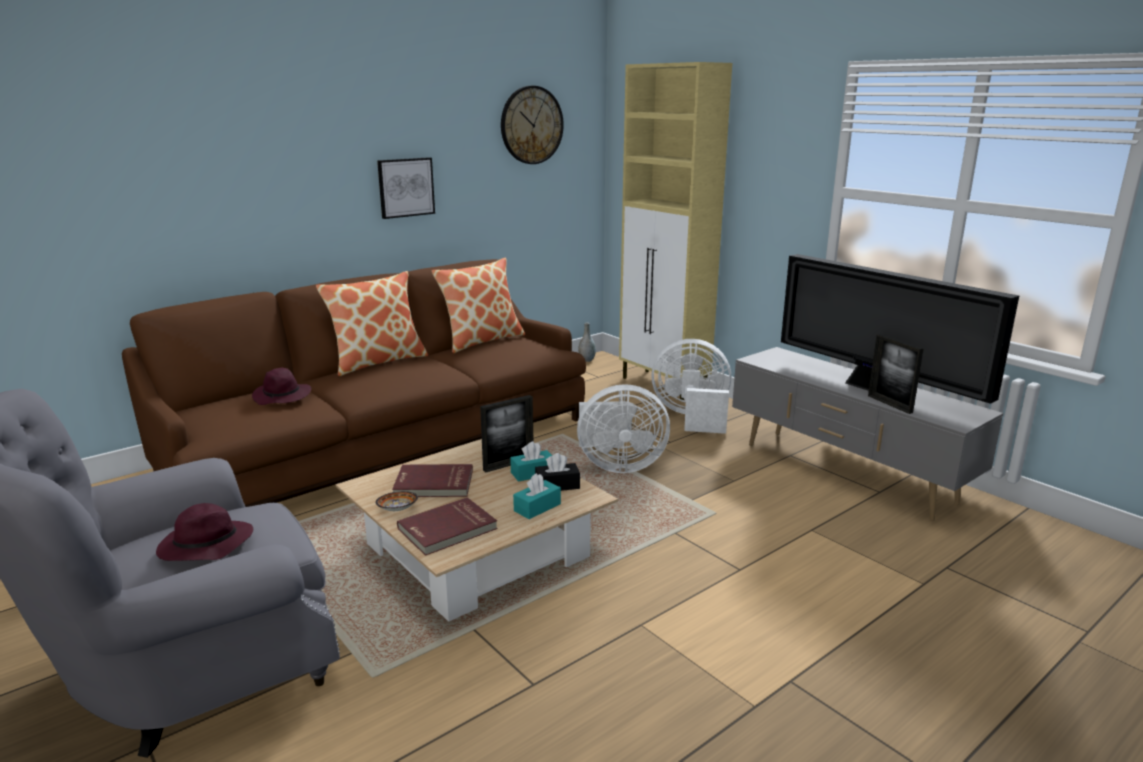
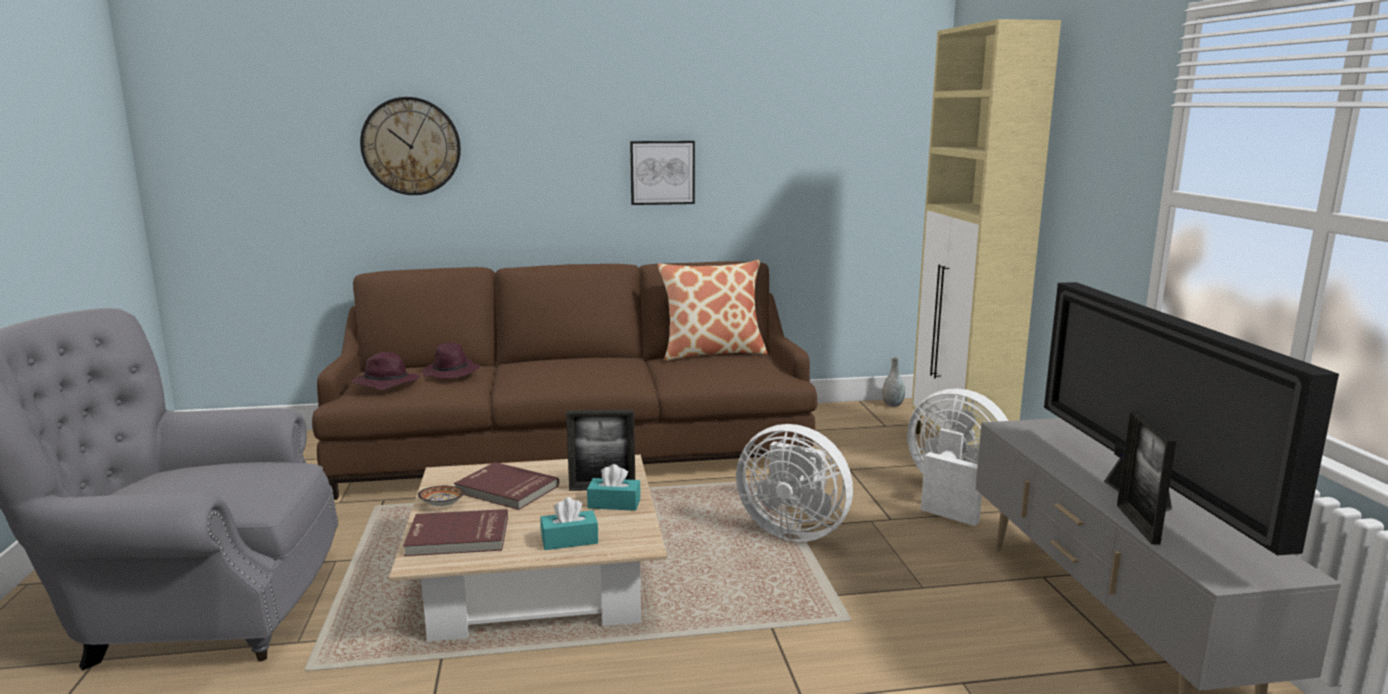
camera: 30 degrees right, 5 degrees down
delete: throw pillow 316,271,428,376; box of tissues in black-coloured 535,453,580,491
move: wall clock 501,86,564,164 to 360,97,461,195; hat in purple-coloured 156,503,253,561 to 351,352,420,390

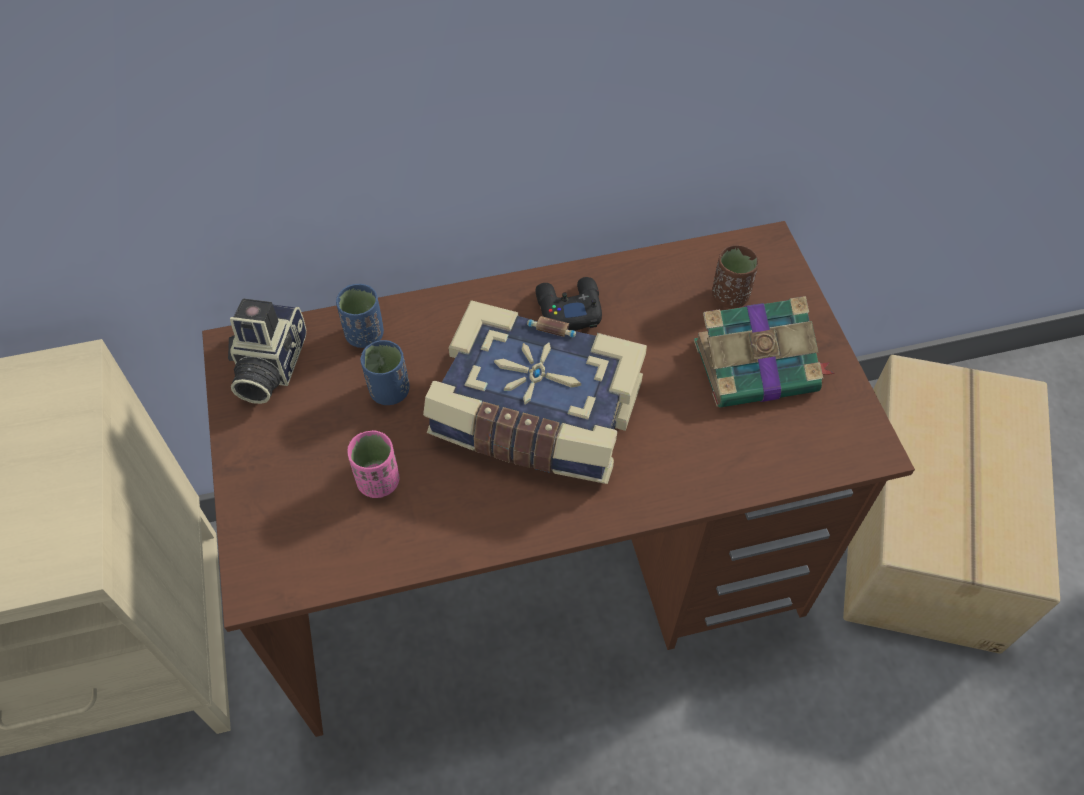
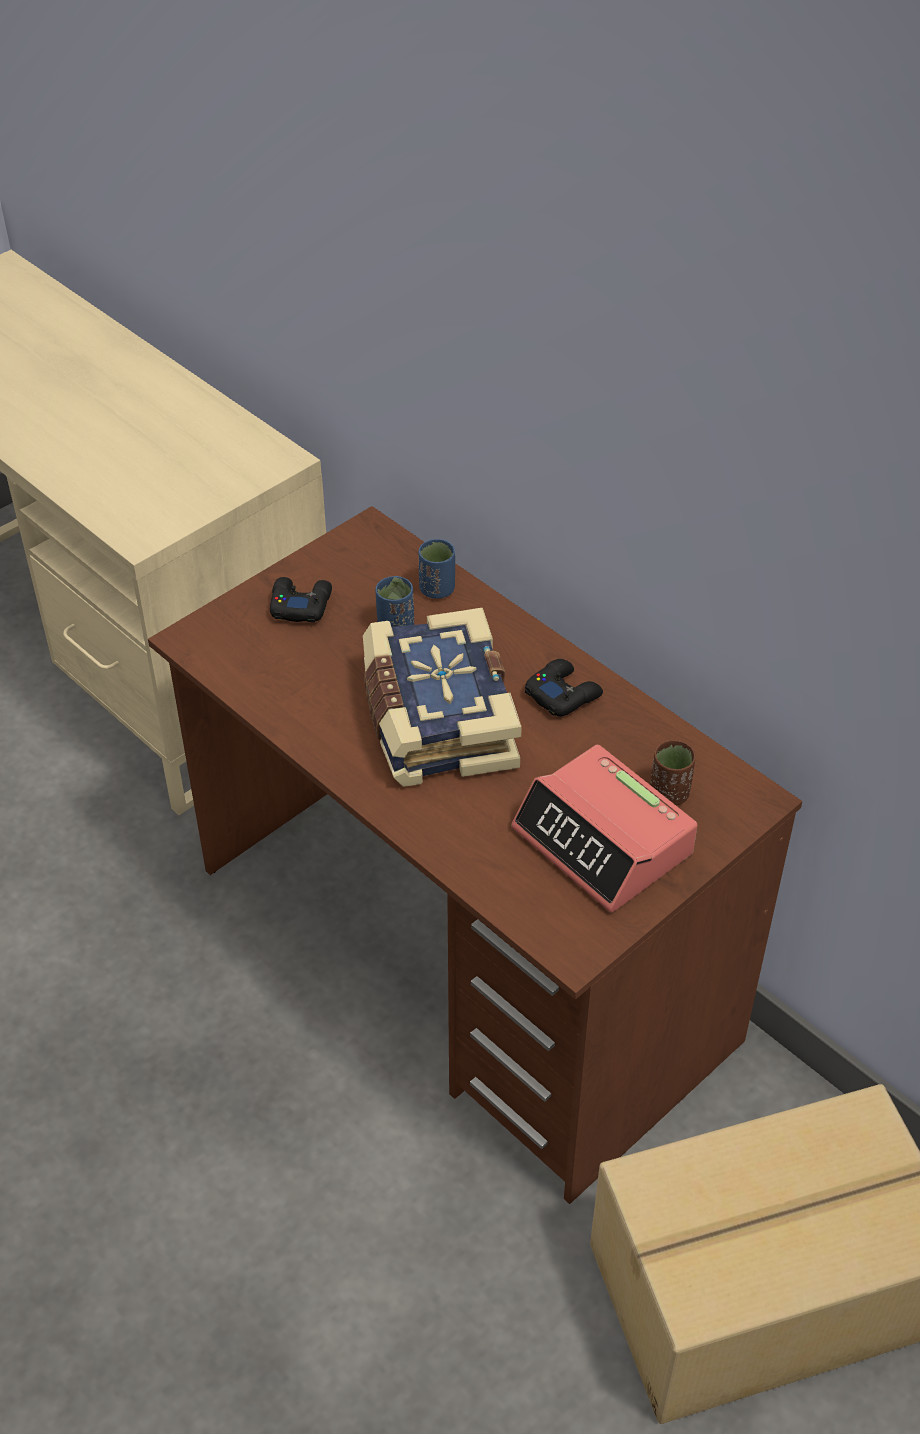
camera: 60 degrees right, 10 degrees down
delete: photo camera 228,298,306,404; small cup in pink-coloured 347,430,399,498
insert: gamepad in black-coloured 270,577,332,622
replace: volume 694,296,835,408 to table clock 511,745,697,912

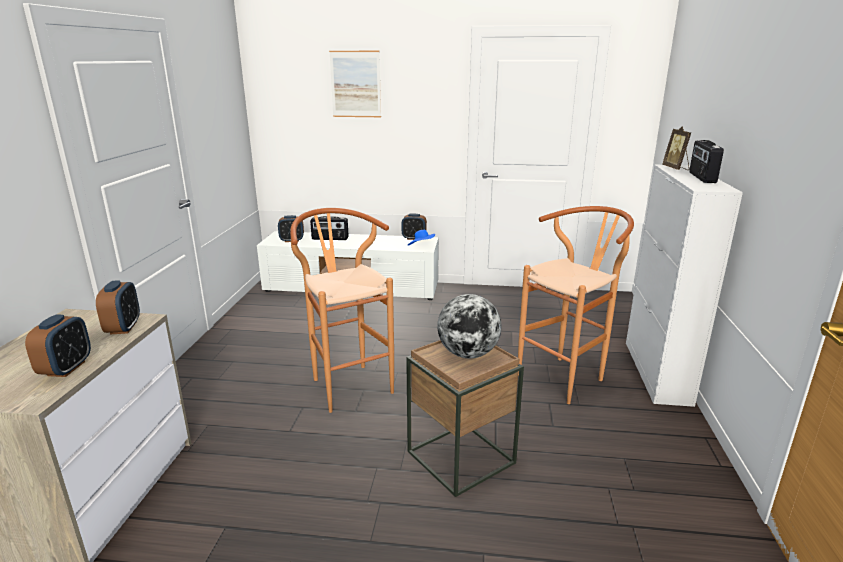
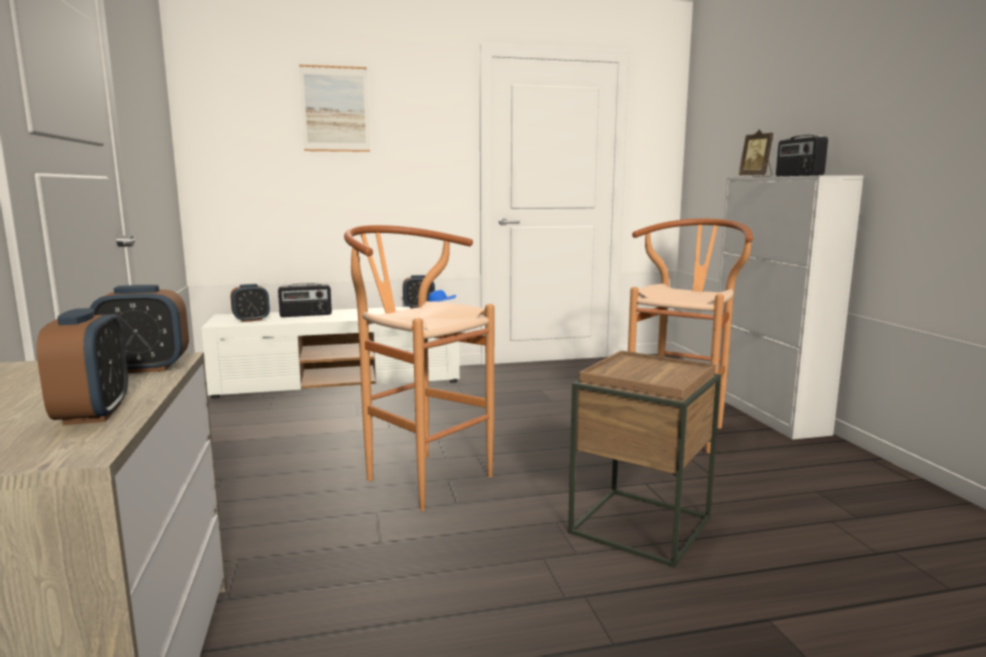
camera: 20 degrees left, 10 degrees down
delete: desk globe 437,294,502,358
rotate: table clock 96,280,140,334 = 90,285,189,373 105 degrees clockwise

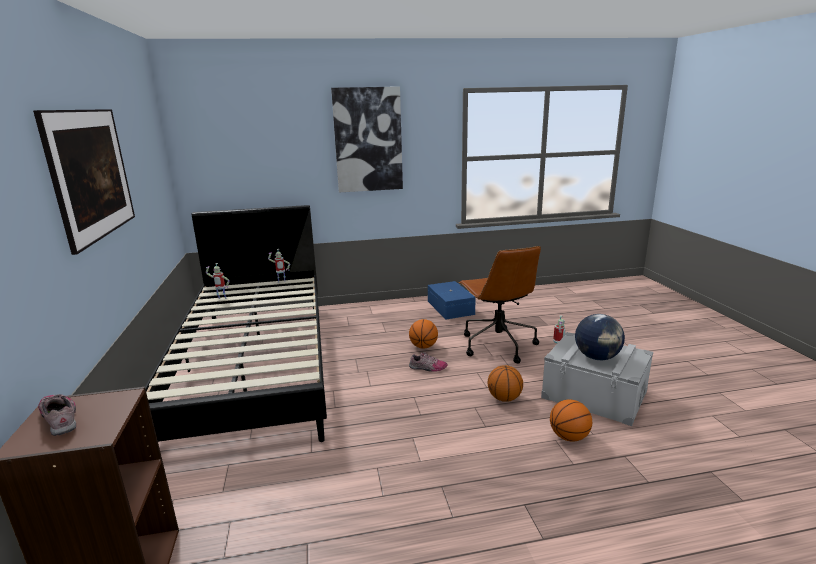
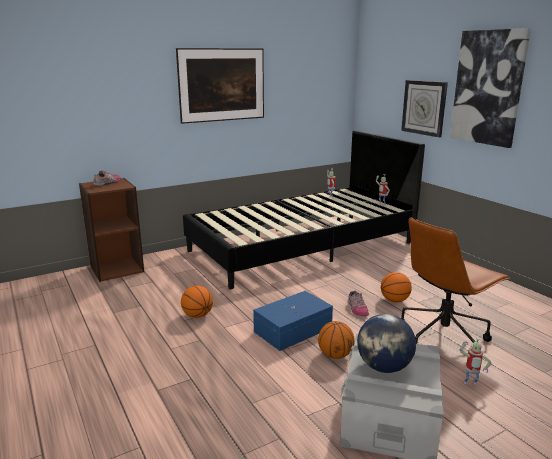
camera: 70 degrees right, 0 degrees up
insert: wall clock 401,80,448,138
move: storage box in bluish 428,281,476,319 to 253,291,333,351; basketball 550,399,592,442 to 181,286,213,318

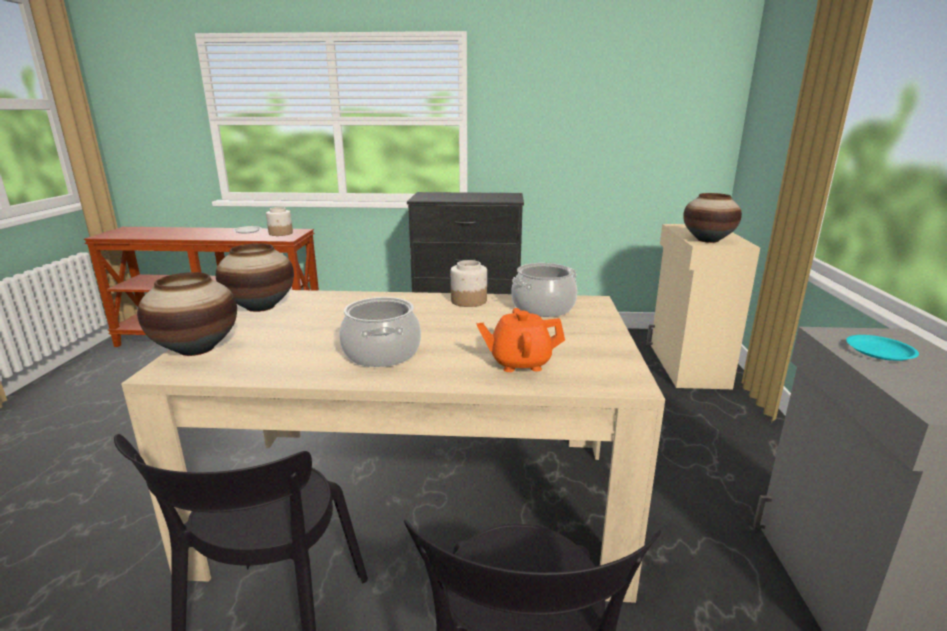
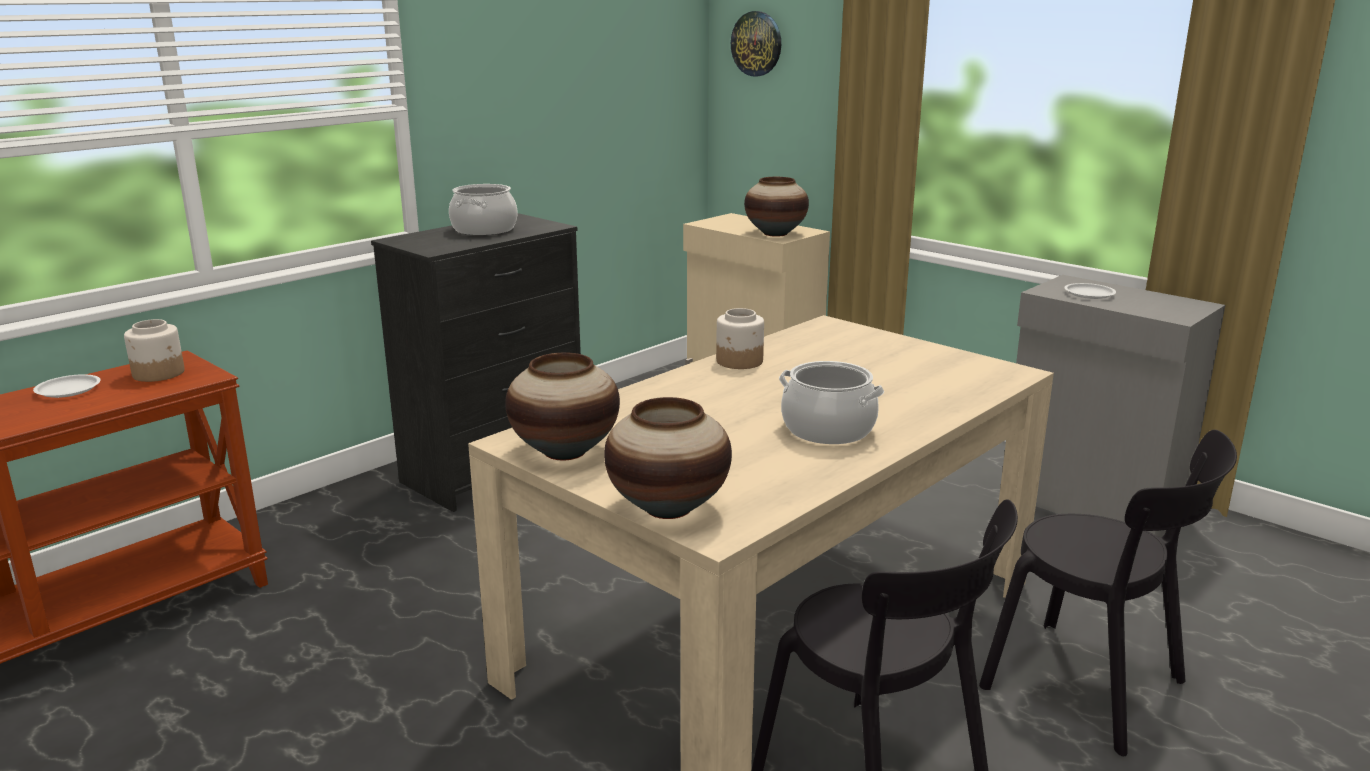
camera: 50 degrees left, 0 degrees up
delete: teapot in orangey 477,308,565,372
insert: wall clock 731,11,781,77
move: saucepot 511,263,577,317 to 449,184,517,235
recolor: dinner plate in blue-green 846,335,919,361 to dinner plate in whitish 1064,283,1116,299

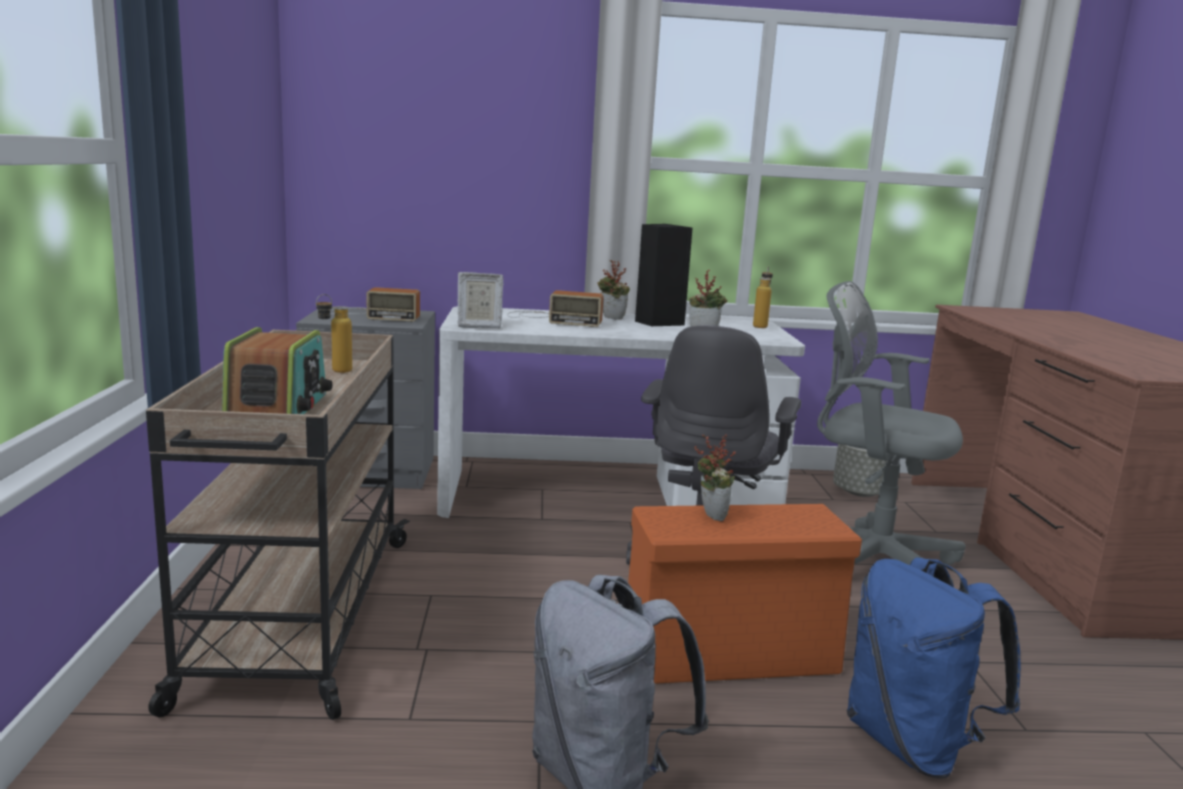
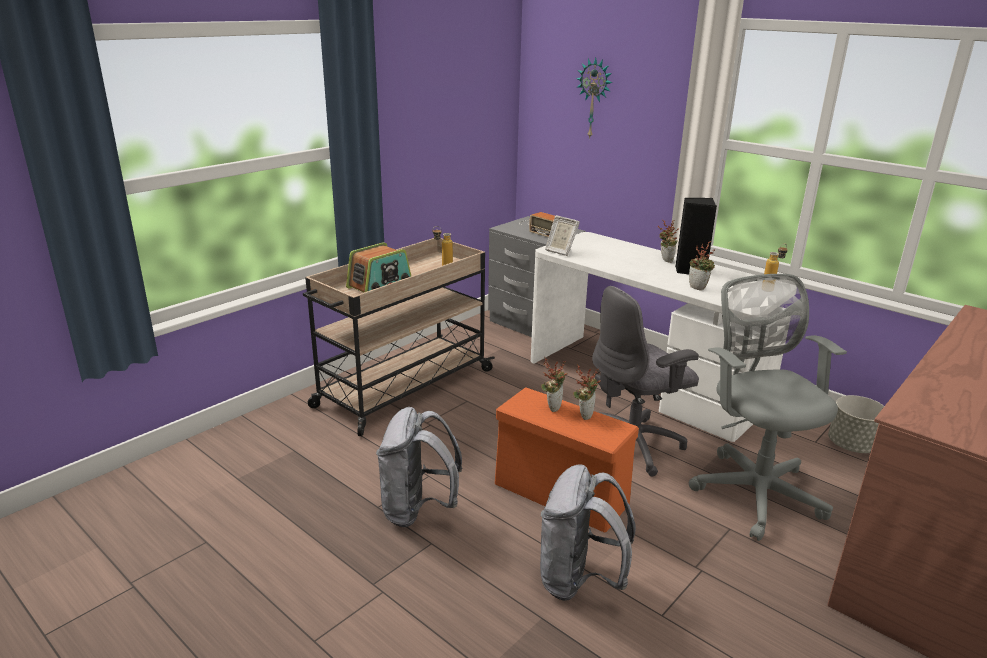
camera: 45 degrees right, 10 degrees up
delete: radio receiver 507,290,604,327
insert: wall clock 576,57,613,139; potted plant 573,364,601,420
recolor: rucksack in bluish 846,557,1021,779 to rucksack in gray 540,464,636,601

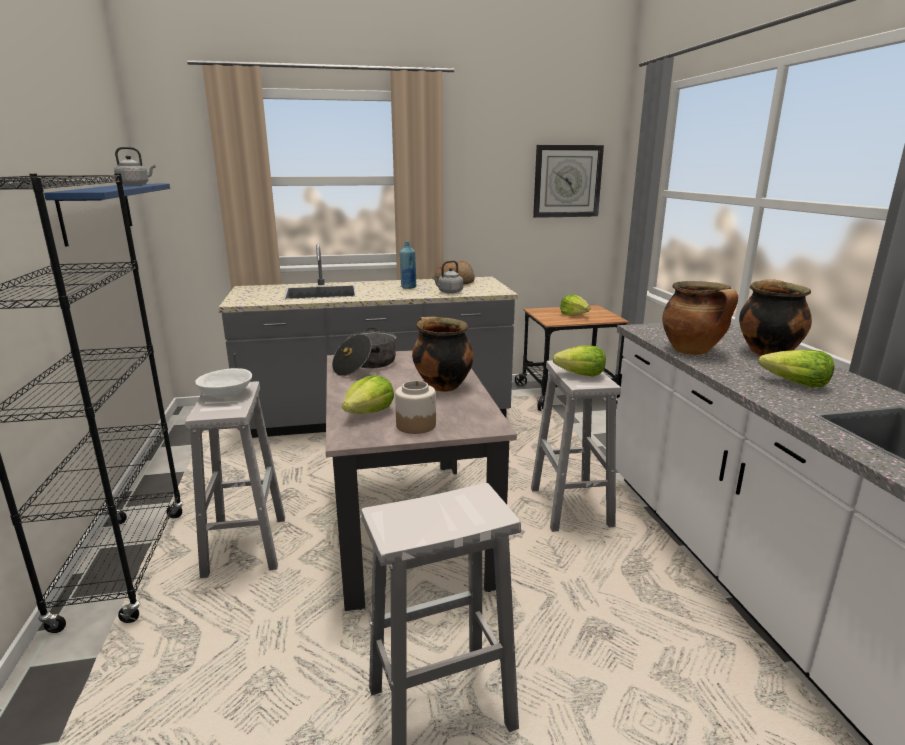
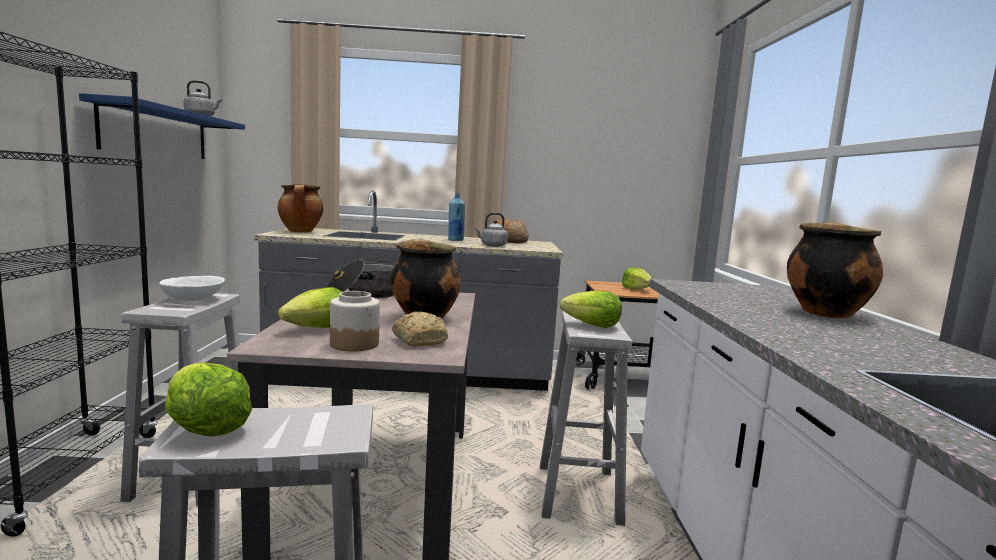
camera: 10 degrees right, 10 degrees down
delete: wall clock 533,145,604,218
insert: bread 392,312,448,346
move: saucepot 662,281,738,355 to 278,184,323,232; lettuce 758,350,834,388 to 165,363,252,437

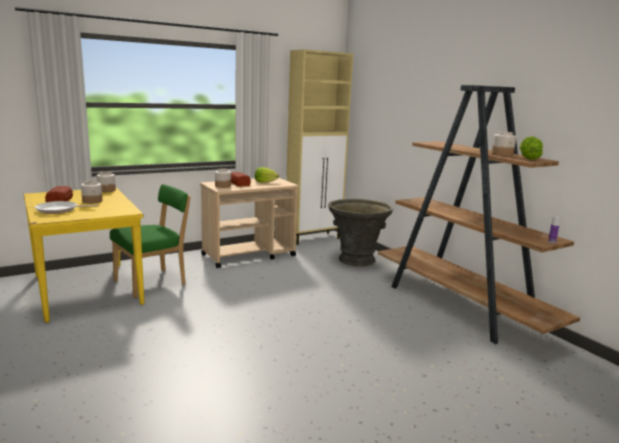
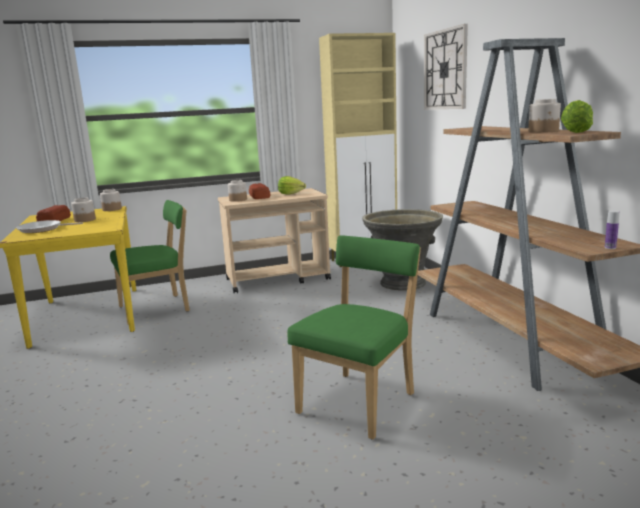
camera: 15 degrees right, 0 degrees up
insert: wall clock 424,24,468,109; plain chair in green 288,235,421,440

